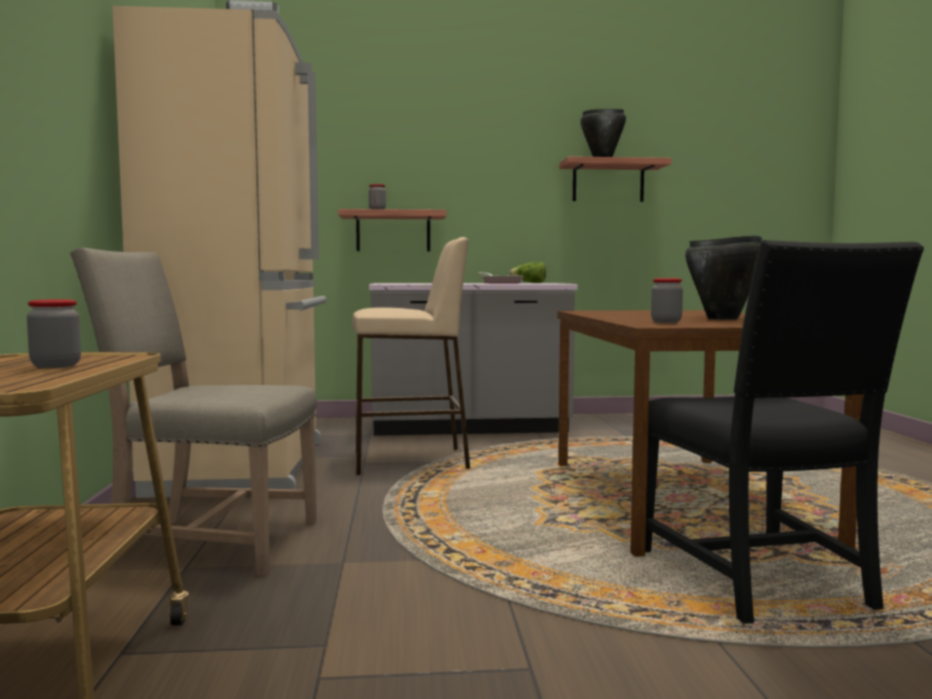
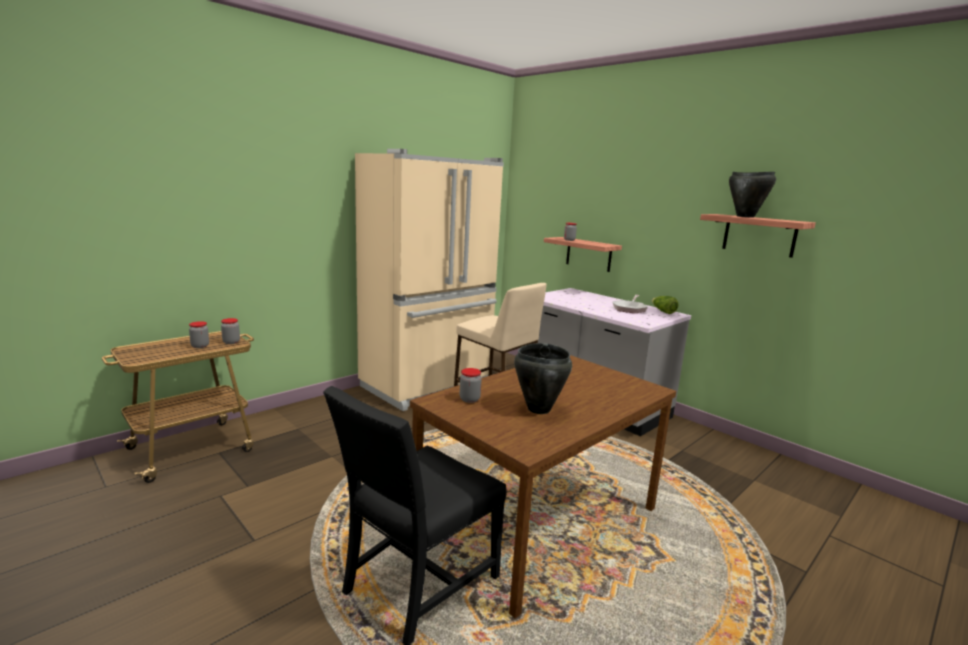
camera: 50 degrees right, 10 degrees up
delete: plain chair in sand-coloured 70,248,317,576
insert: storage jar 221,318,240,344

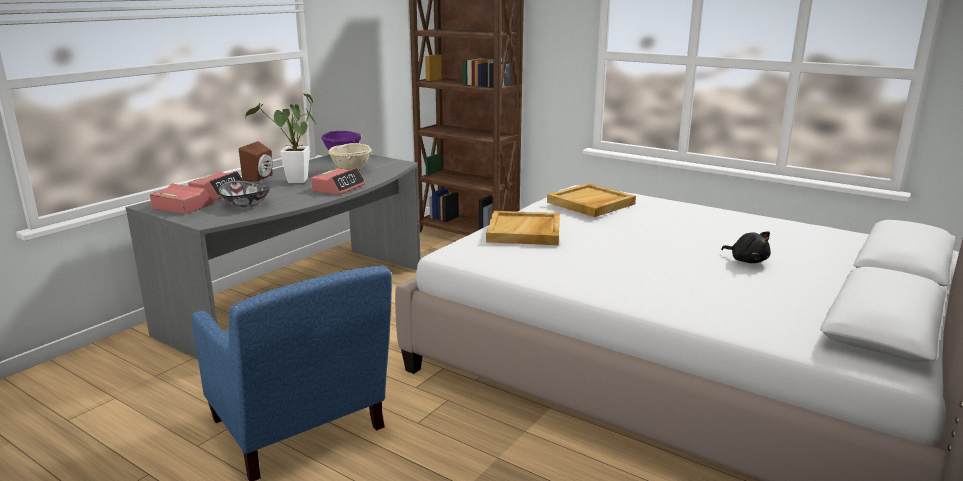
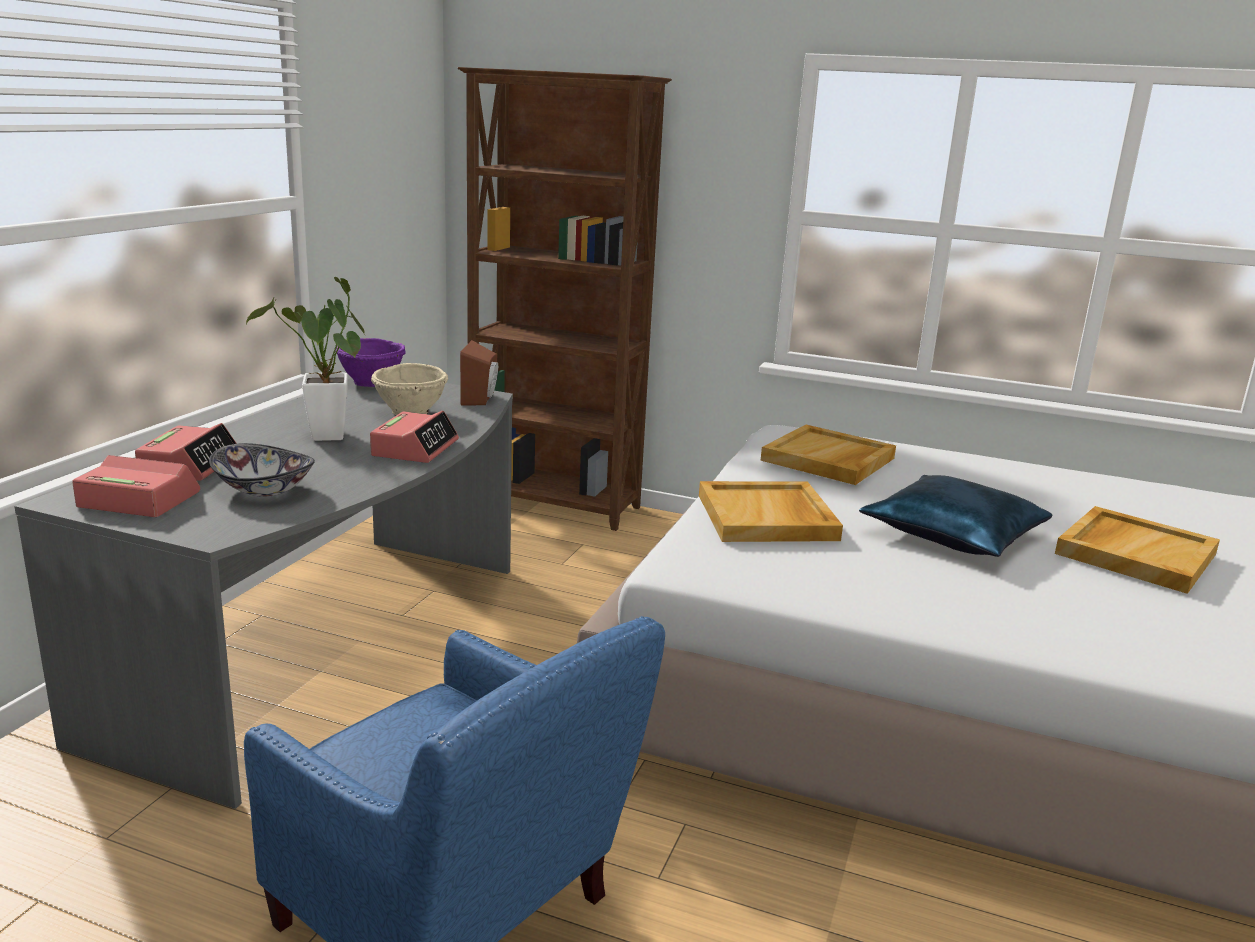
camera: 15 degrees left, 0 degrees up
insert: throw pillow in bluish 859,475,1052,557
move: audio speaker in brown-coloured 239,141,273,181 to 460,340,498,406
replace: soft toy in black-coloured 721,231,771,263 to carrying tray in sand-coloured 1055,506,1220,594

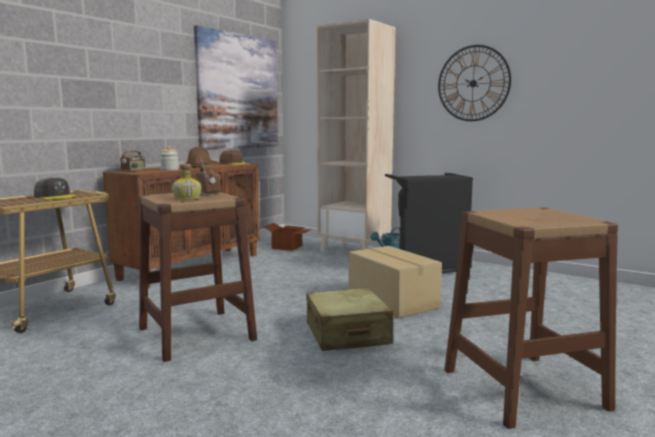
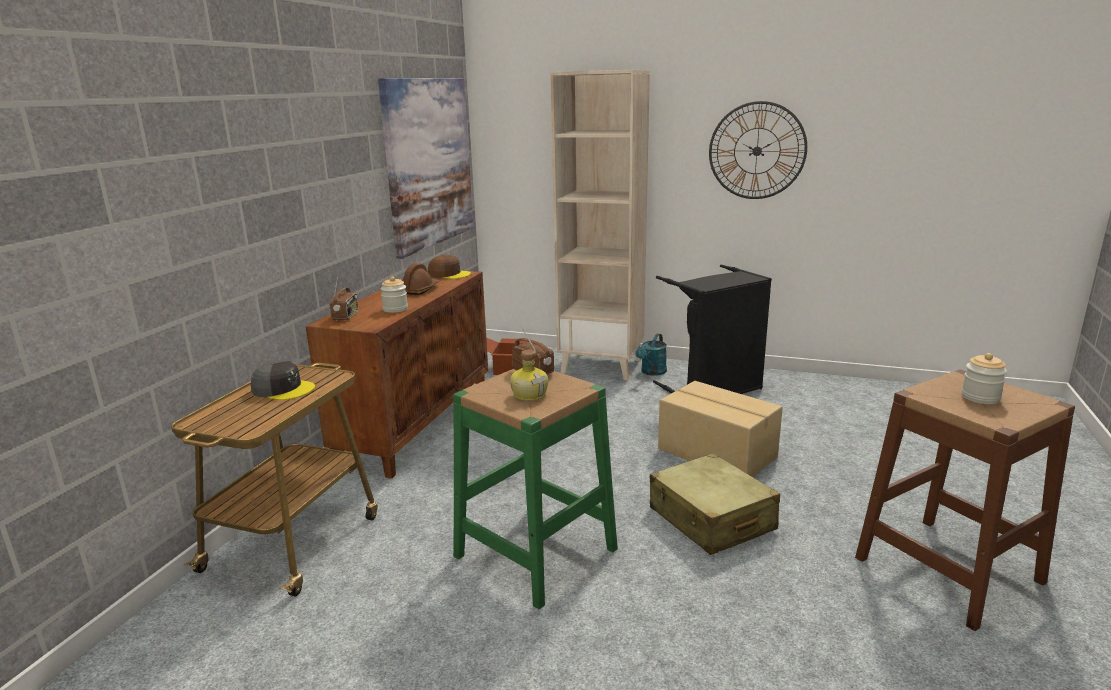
camera: 15 degrees left, 10 degrees up
insert: storage jar 961,353,1007,404
recolor: sitting stool in brown-coloured 139,192,257,362 to sitting stool in green 453,369,618,609

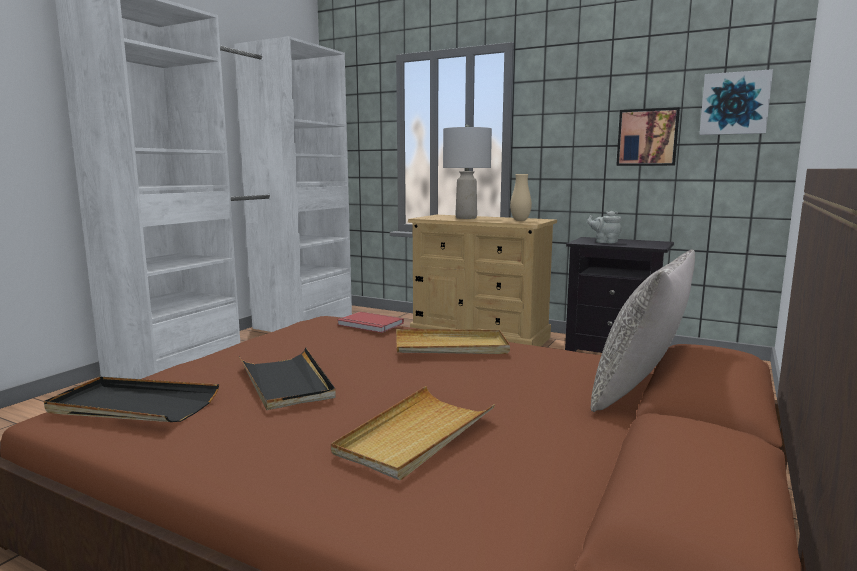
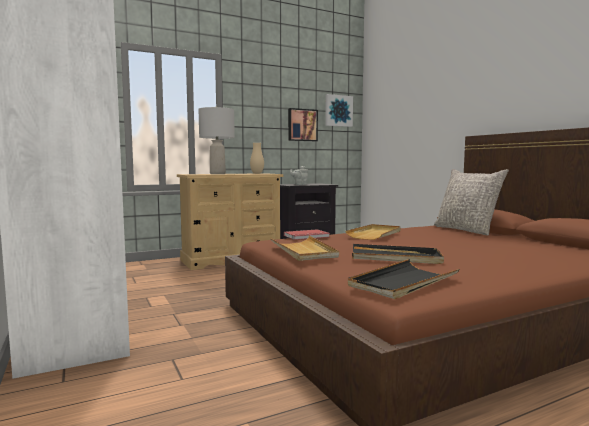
camera: 55 degrees left, 5 degrees down
move: carrying tray in sand-coloured 331,386,495,480 to 270,236,339,261

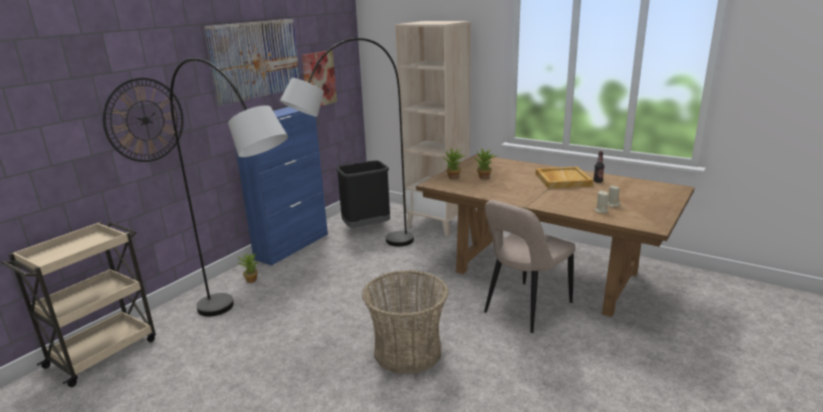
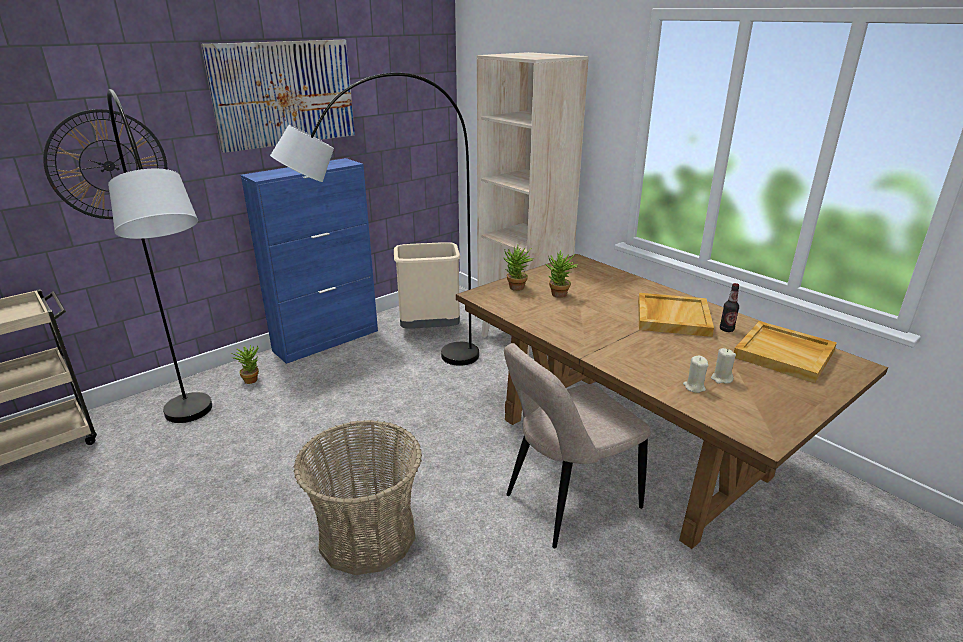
camera: 15 degrees right, 5 degrees up
delete: wall picture 302,50,337,106
insert: carrying tray in sand-coloured 734,321,837,383
recolor: trash can in black-coloured 336,160,390,228 to trash can in sand-coloured 394,242,460,329

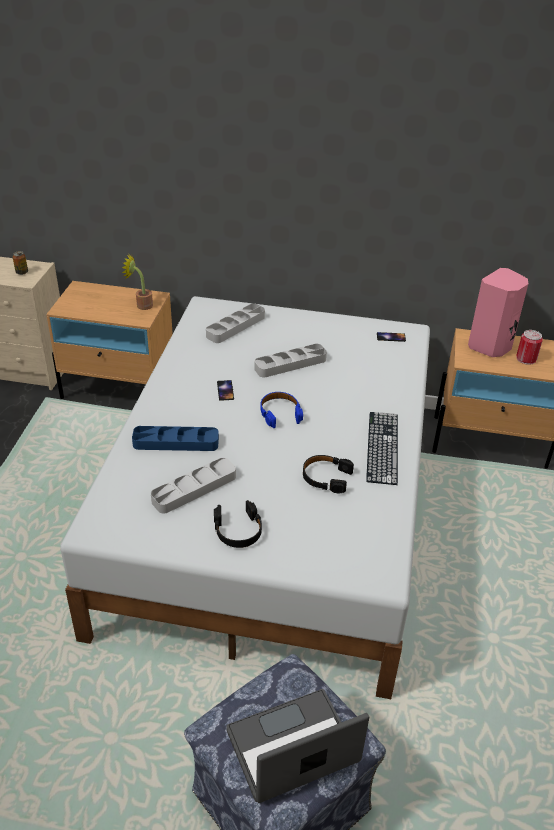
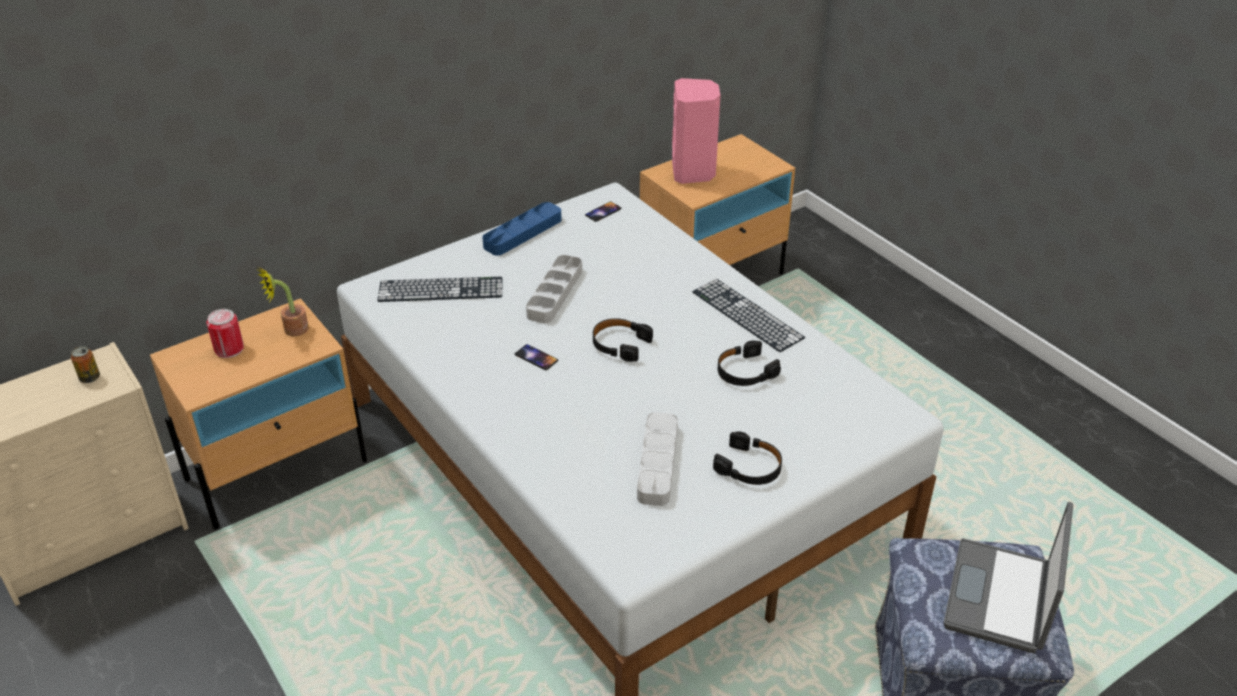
camera: 45 degrees left, 0 degrees up
move: can 516,330,543,365 to 207,309,244,358; carrying tray in bluish 132,426,219,451 to 482,202,562,256
replace: carrying tray in gray 206,303,265,343 to computer keyboard 377,277,503,302
recolor: headphones in bluish 260,392,303,428 to headphones in black-coloured 593,318,653,362

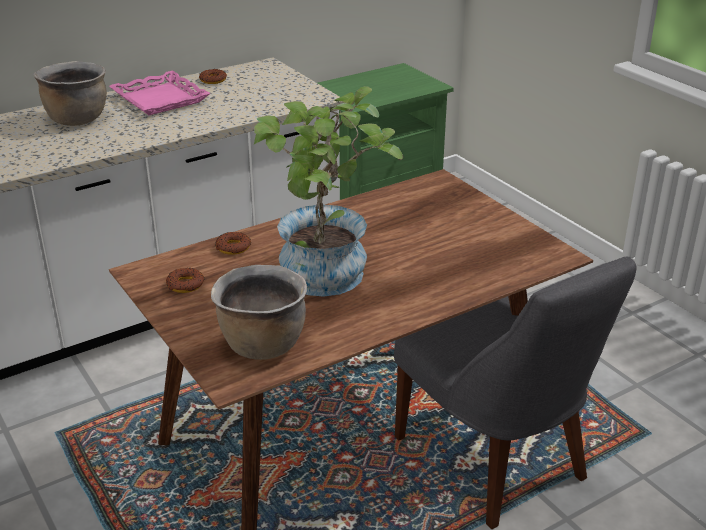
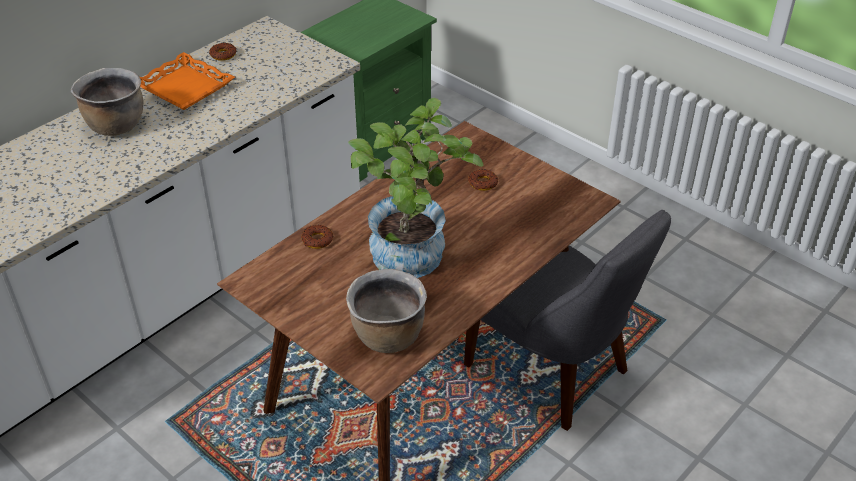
camera: 15 degrees left, 10 degrees up
move: doughnut 166,268,204,293 to 468,169,498,191
recolor: carrying tray in pink-coloured 109,70,211,115 to carrying tray in orangey 140,52,235,110

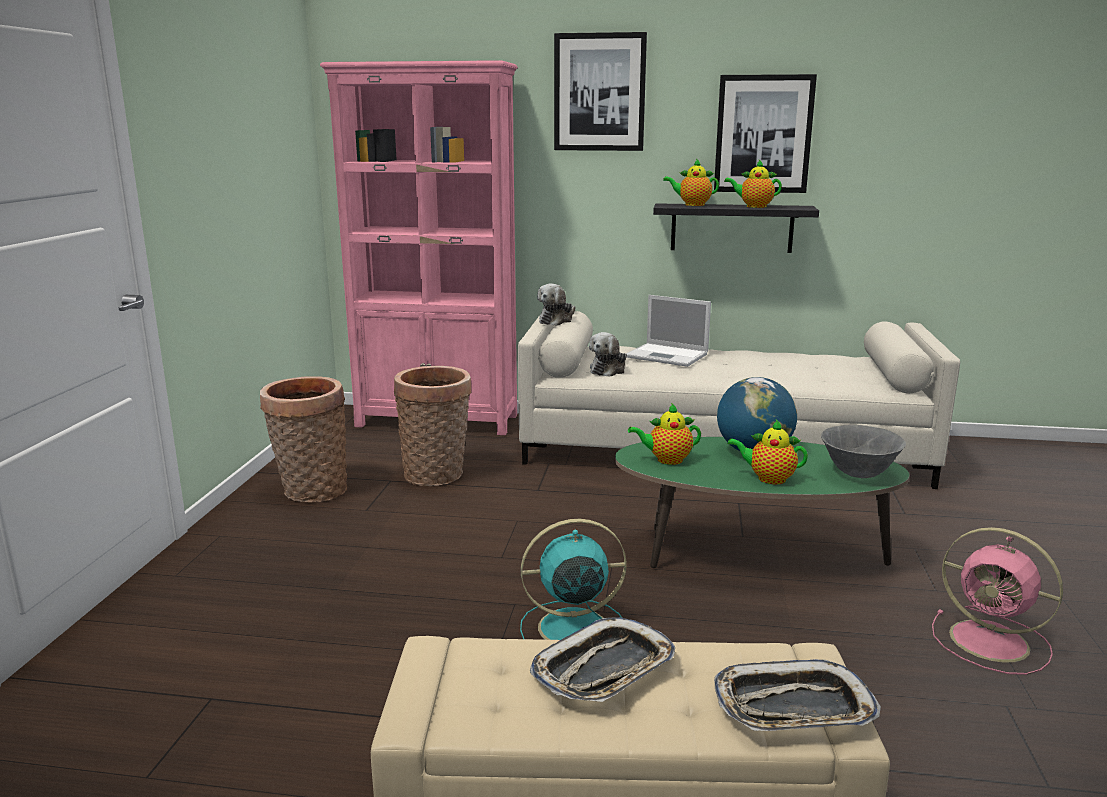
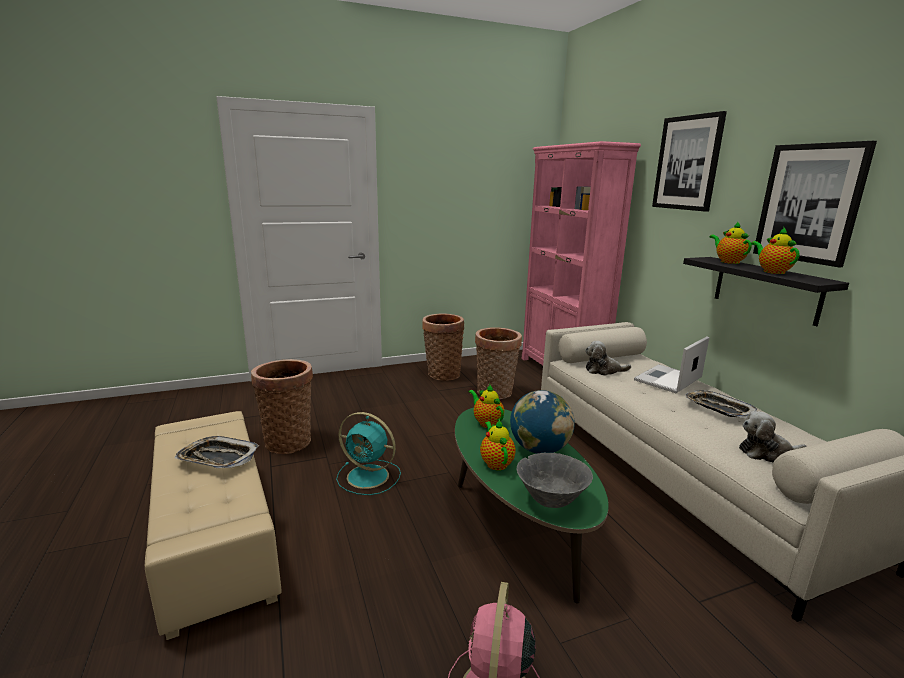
camera: 60 degrees right, 0 degrees up
insert: storage basket 251,359,313,454
move: soft toy 537,283,575,326 to 739,411,807,463; carrying tray 714,659,881,731 to 686,390,757,418
rotate: notebook computer 626,295,711,367 = 634,336,709,393 45 degrees clockwise; electric fan in blue-green 520,519,627,640 = 336,412,401,495 150 degrees clockwise

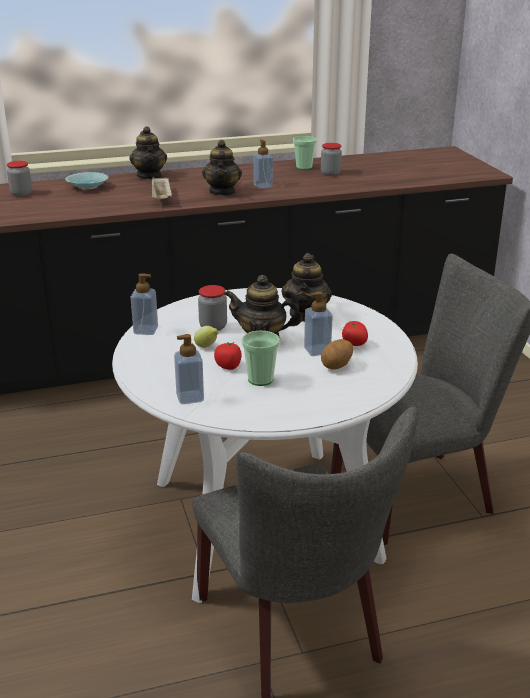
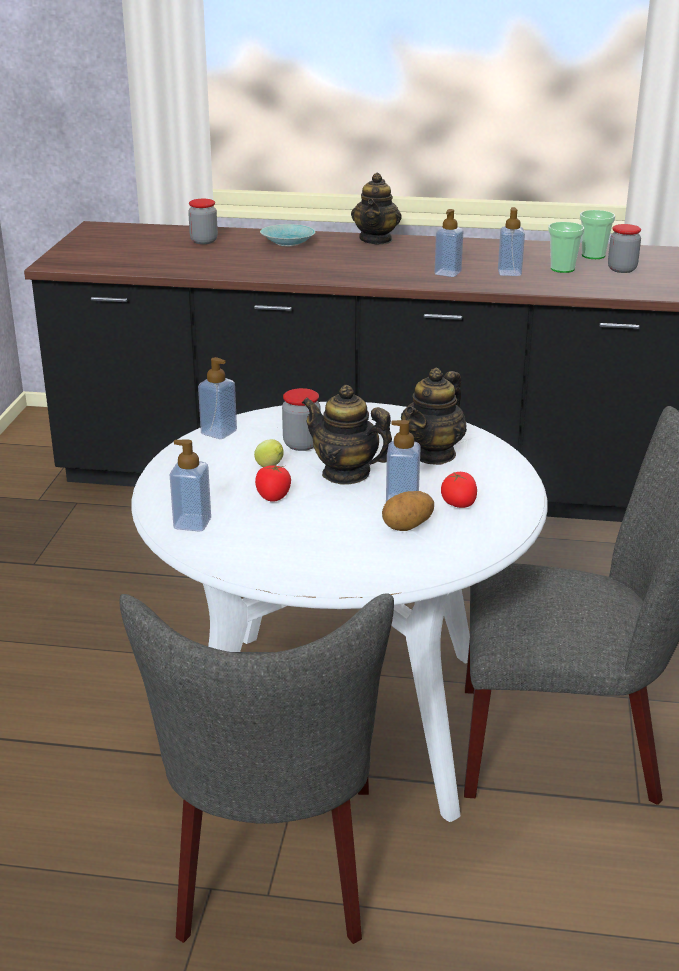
camera: 25 degrees right, 0 degrees up
delete: carrying tray in sand-coloured 152,177,172,199
move: small cup 242,330,280,386 to 548,222,584,273
replace: teapot 202,140,242,196 to soap dispenser 434,209,463,277

